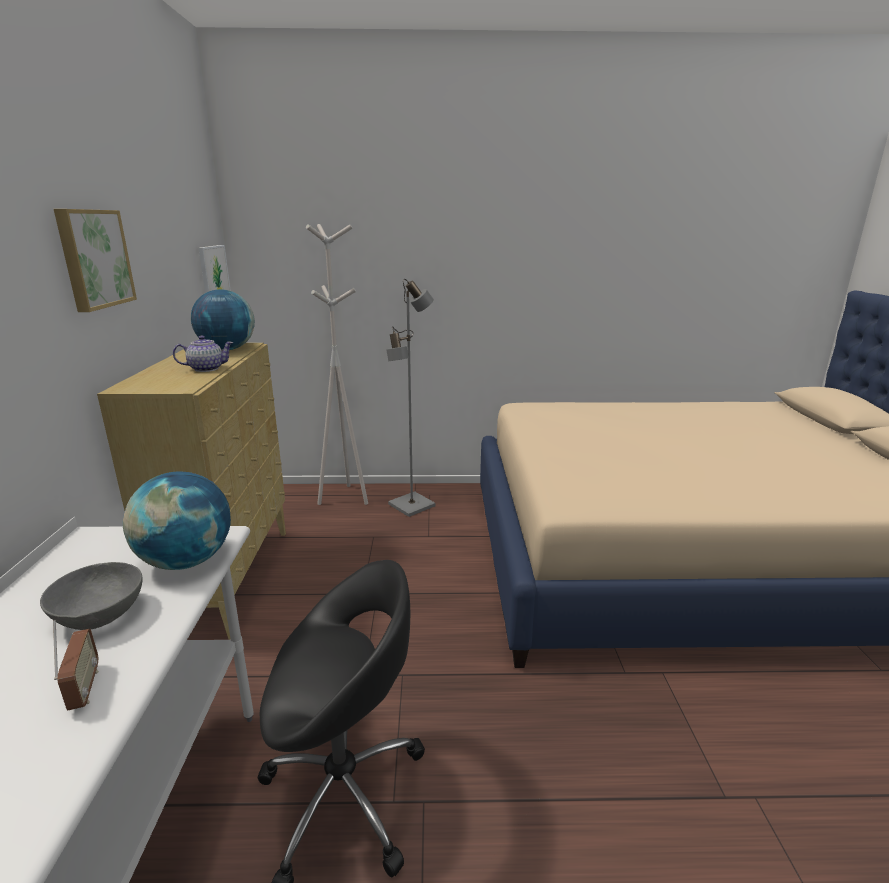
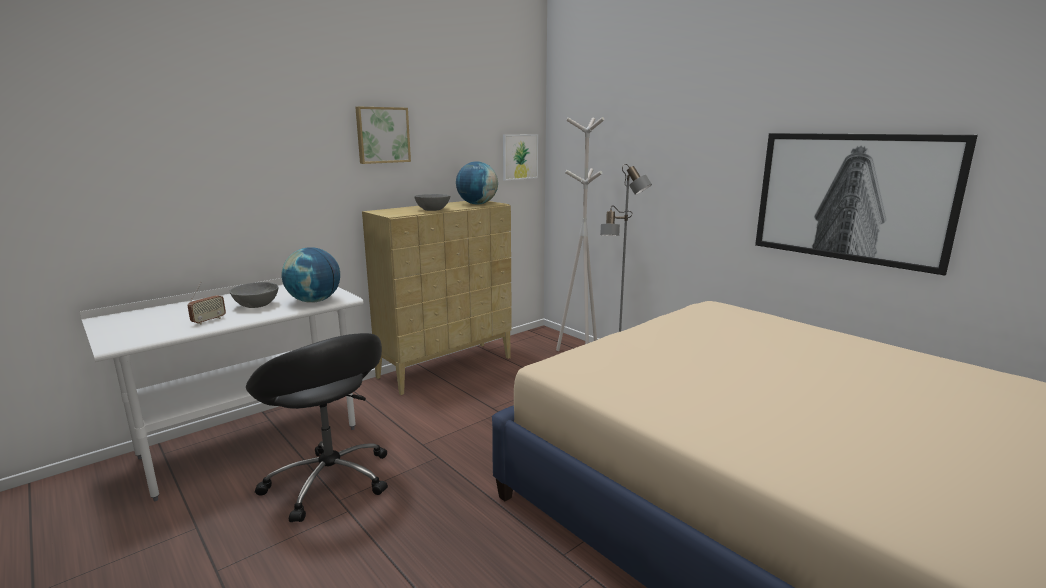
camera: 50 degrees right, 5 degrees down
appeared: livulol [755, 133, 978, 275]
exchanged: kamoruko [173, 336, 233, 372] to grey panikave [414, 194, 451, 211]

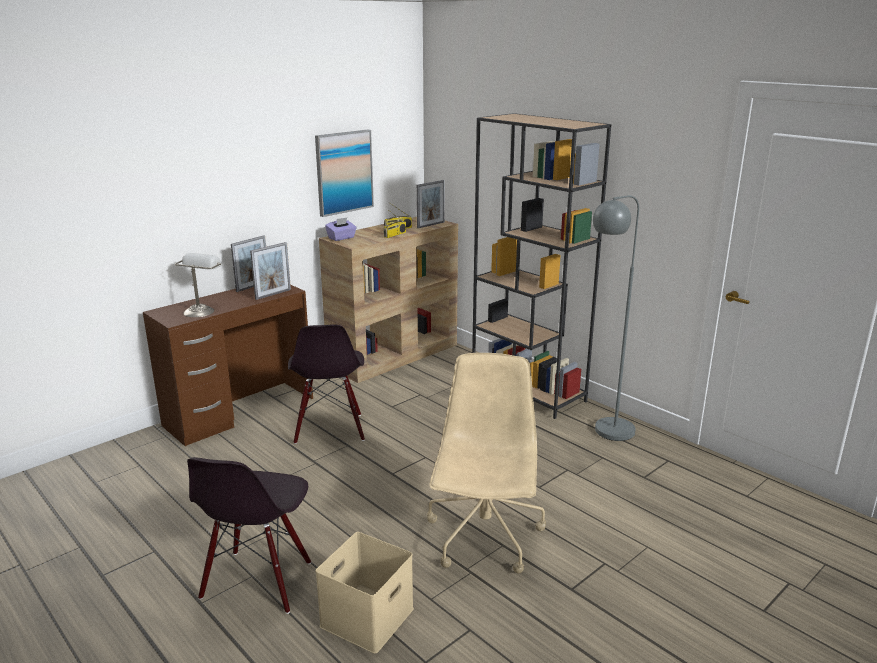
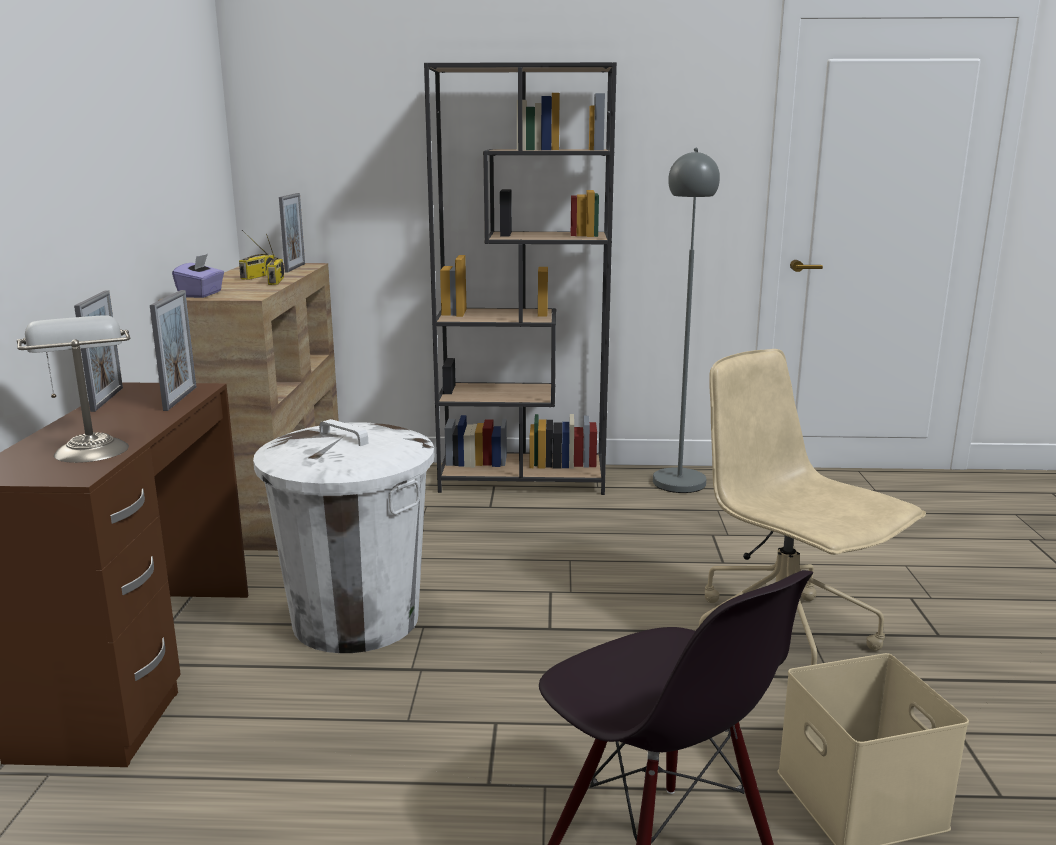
camera: 45 degrees left, 5 degrees down
missing: livulol [315, 130, 374, 217]
exchanged: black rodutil [288, 324, 365, 444] to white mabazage [253, 419, 434, 653]

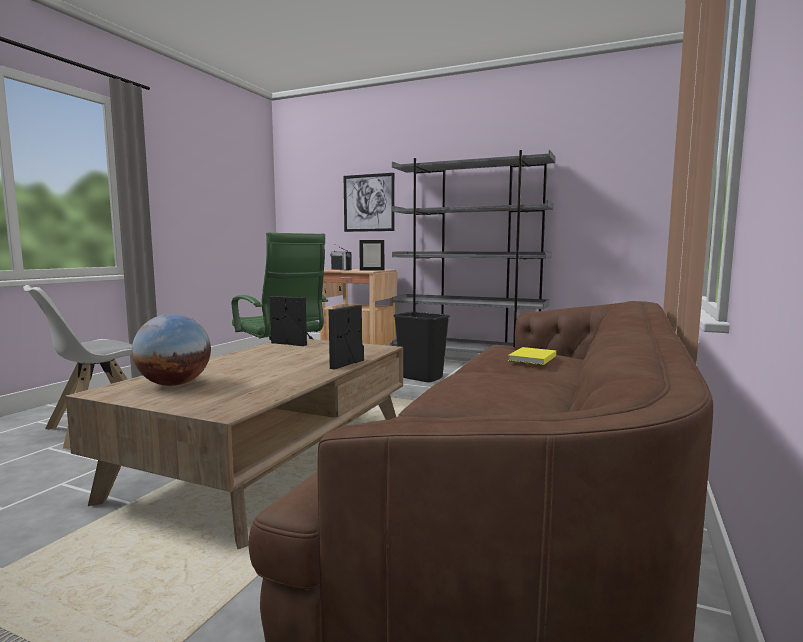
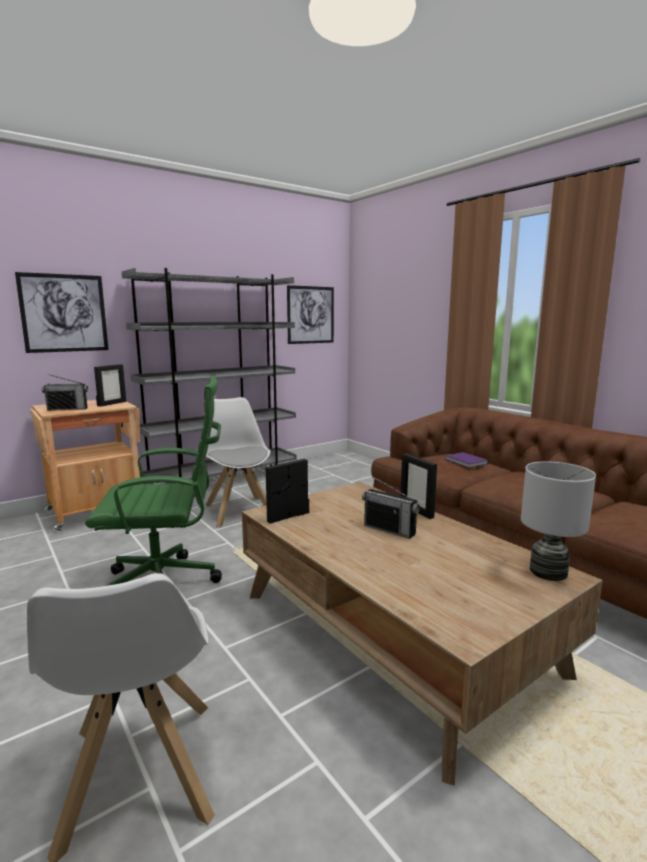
camera: 60 degrees left, 5 degrees up
missing: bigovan [132, 314, 211, 386]
appeared: livulol [287, 285, 334, 344]; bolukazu [362, 477, 420, 539]; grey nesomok [521, 461, 596, 581]
exchanged: black mabazage [394, 312, 450, 382] to rodutil [205, 397, 270, 527]
colour: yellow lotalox [508, 347, 556, 365] to purple lotalox [445, 452, 488, 468]

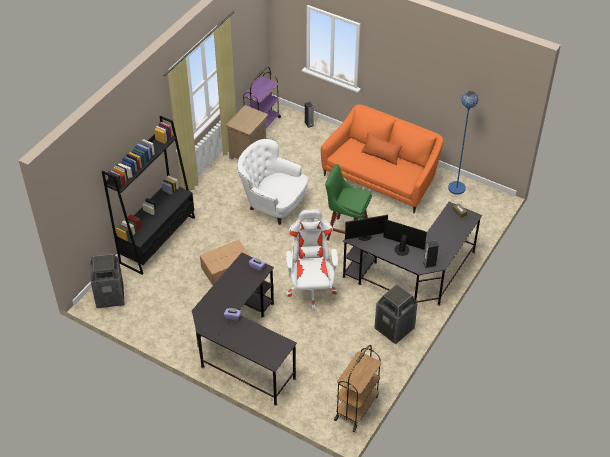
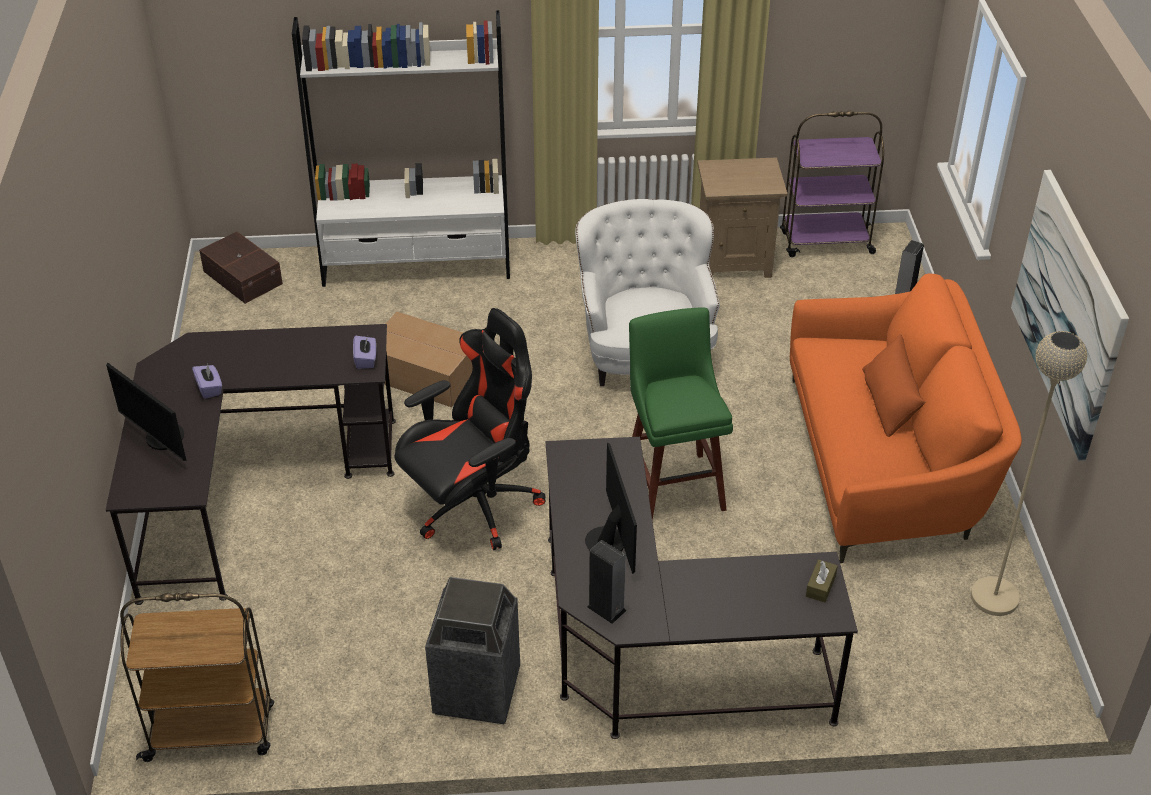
camera: 55 degrees right, 5 degrees down
appeared: livulol [1011, 170, 1129, 461]
relocated: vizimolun [345, 215, 388, 241] to [106, 362, 187, 461]
exchanged: mabazage [90, 254, 125, 308] to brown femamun [199, 232, 283, 304]
colour: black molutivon [102, 116, 195, 275] to white molutivon [292, 10, 510, 287]; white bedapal [286, 209, 338, 309] to black bedapal [394, 308, 546, 550]; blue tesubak [448, 91, 478, 195] to beige tesubak [971, 331, 1087, 616]

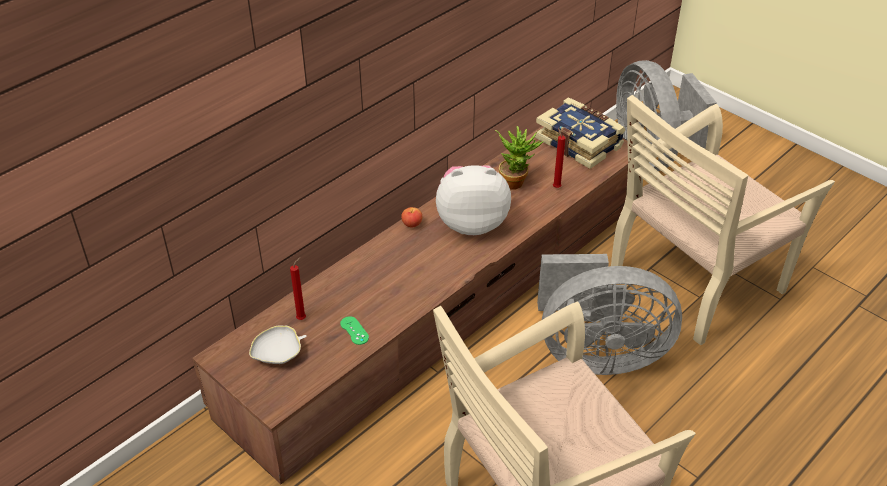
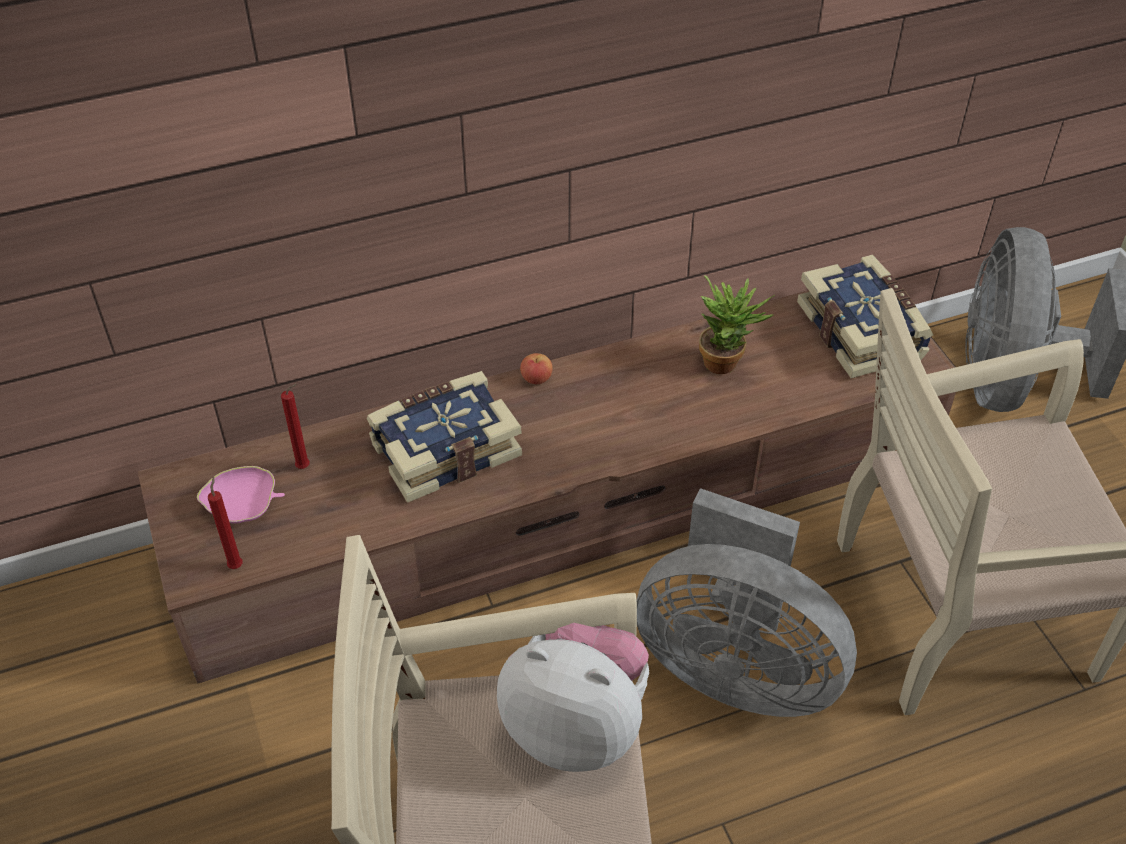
camera: 25 degrees right, 5 degrees up
missing: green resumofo [340, 316, 369, 345]
appeared: lotalox [367, 371, 522, 503]
relocated: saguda [436, 165, 511, 235] to [497, 623, 649, 772]; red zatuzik [553, 128, 565, 188] to [208, 477, 243, 569]
colour: white panikave [249, 326, 307, 364] to pink panikave [197, 466, 285, 524]

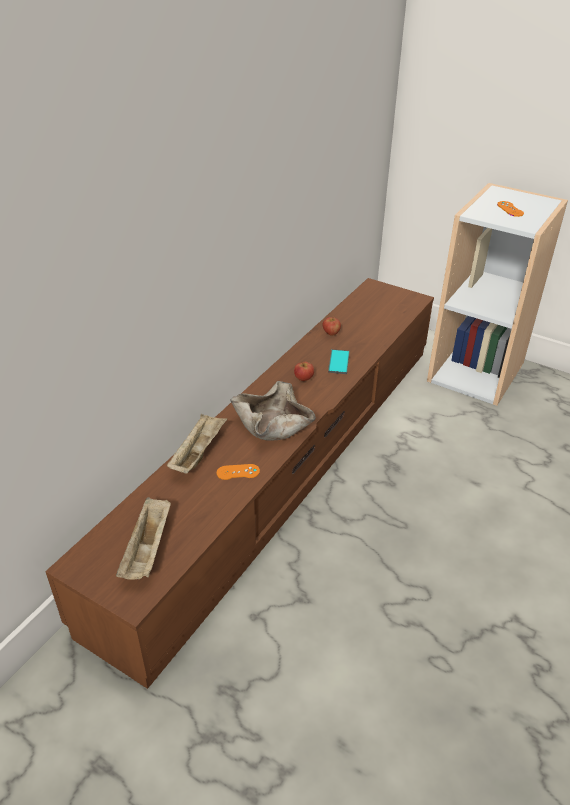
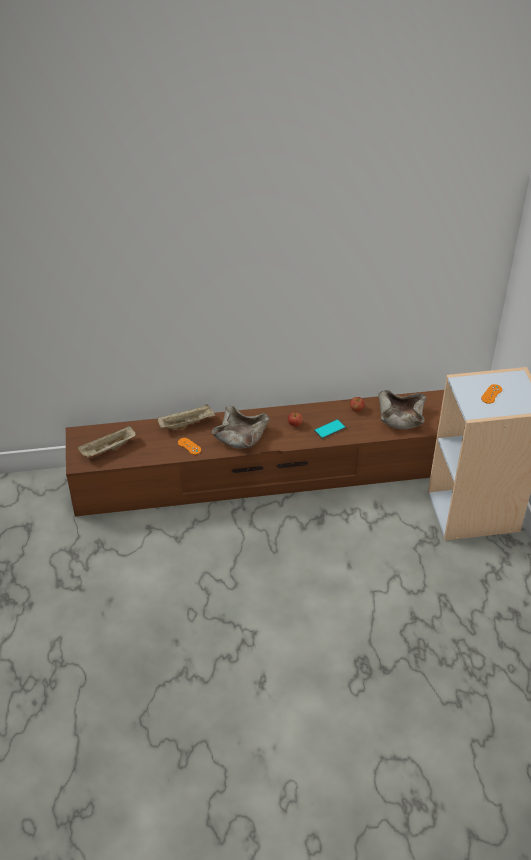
camera: 50 degrees right, 5 degrees up
appeared: beige panikave [379, 390, 426, 429]

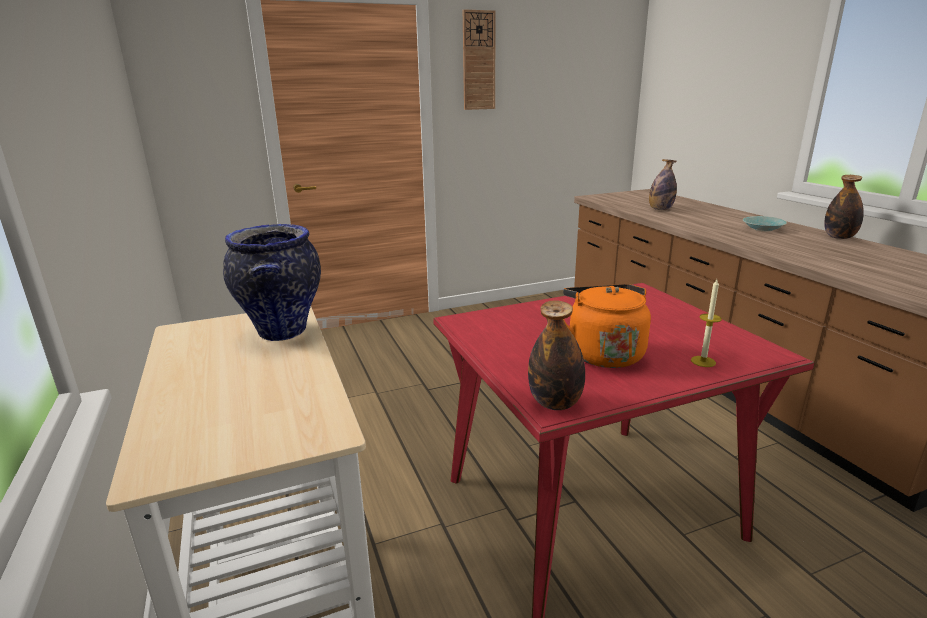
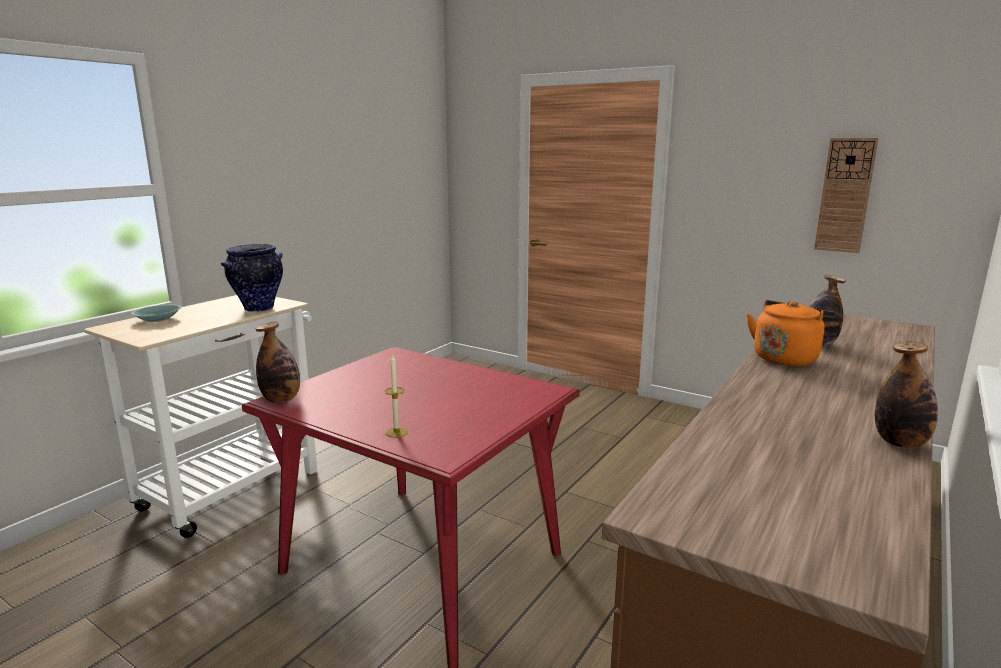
camera: 55 degrees right, 5 degrees down
relocated: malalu [463, 9, 496, 110] to [814, 138, 879, 253]; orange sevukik [563, 284, 651, 368] to [747, 300, 835, 366]; turquoise panikave [743, 216, 787, 232] to [131, 305, 182, 322]

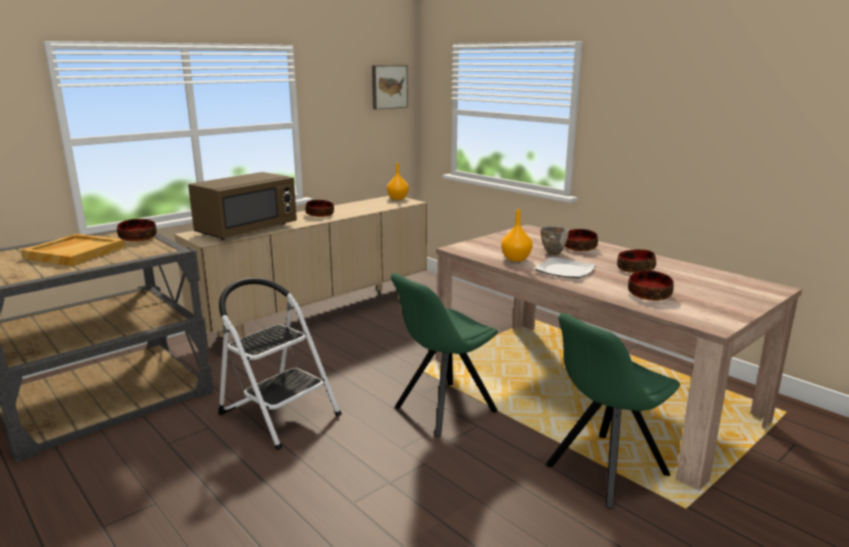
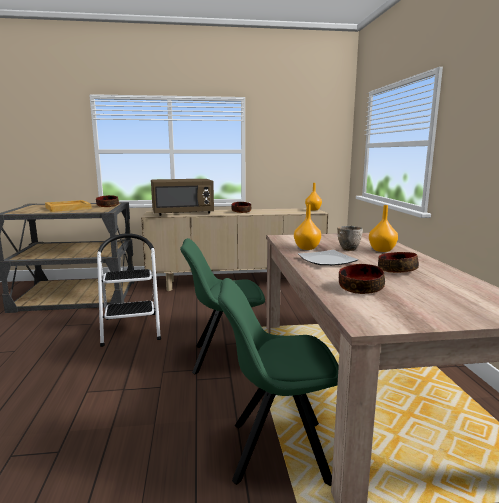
camera: 35 degrees right, 5 degrees down
missing: livulol [372, 65, 408, 110]
exchanged: panikave [565, 229, 598, 251] to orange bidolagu [369, 205, 398, 252]

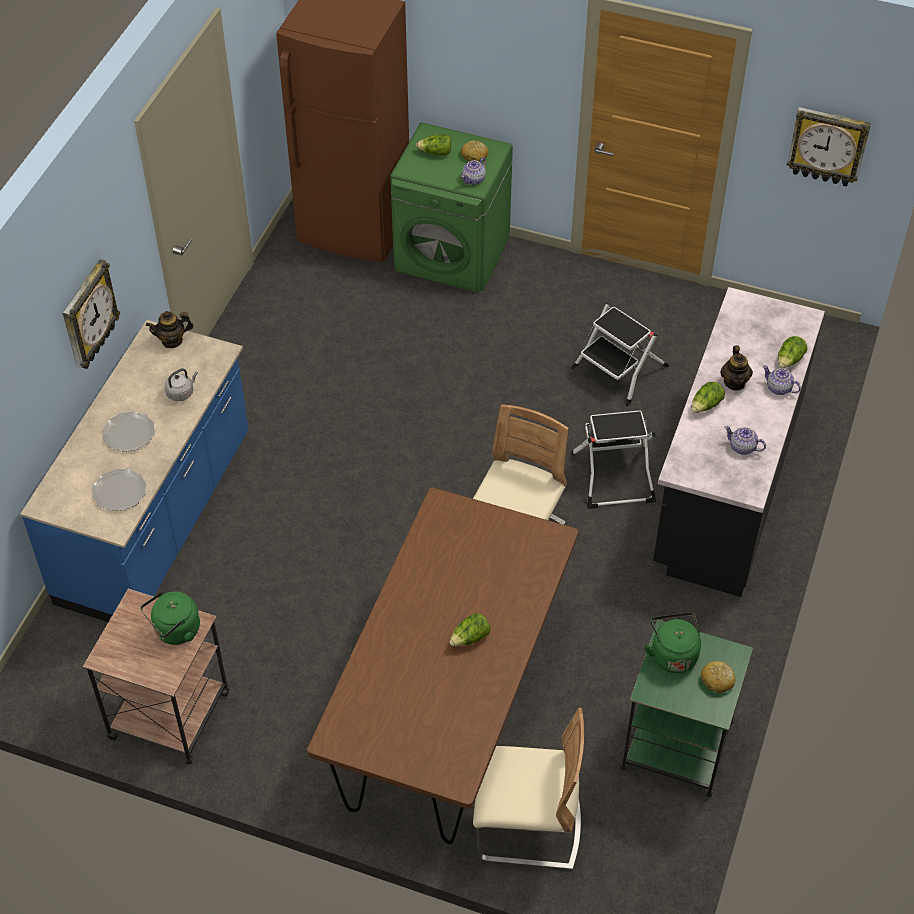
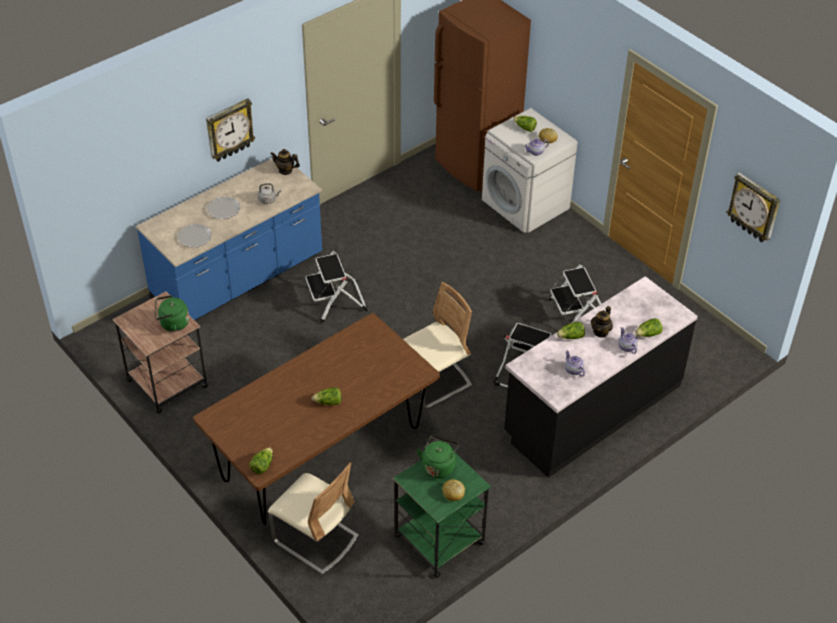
camera: 30 degrees right, 5 degrees down
appeared: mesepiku [249, 447, 273, 474]; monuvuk [305, 250, 368, 324]
colour: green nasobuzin [390, 123, 513, 292] to white nasobuzin [482, 108, 578, 233]

